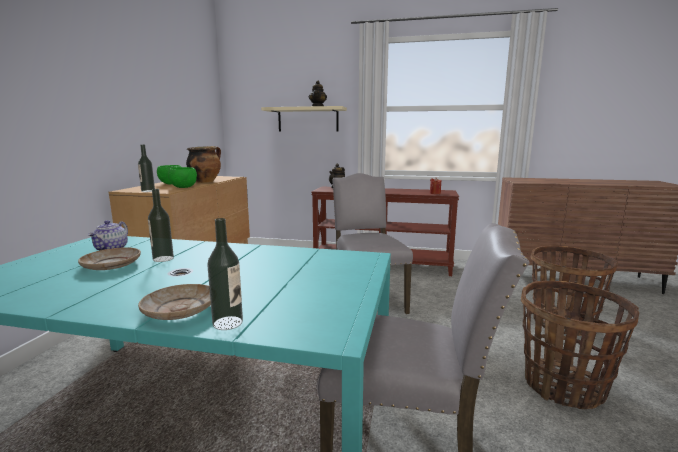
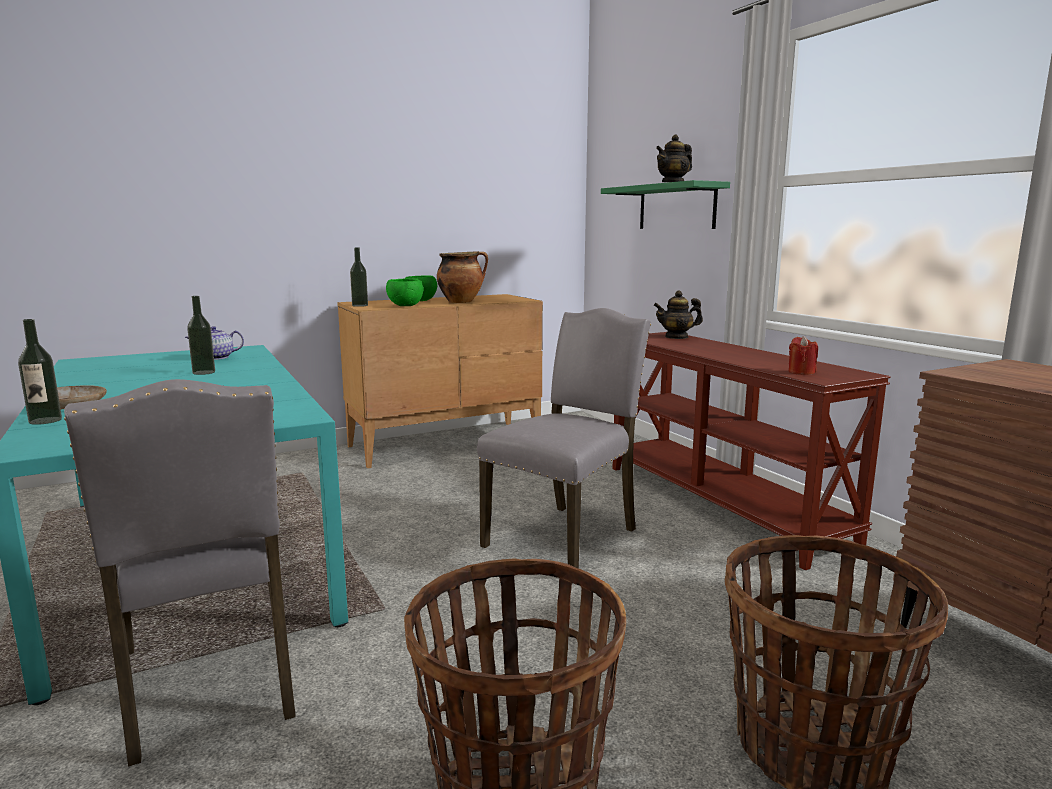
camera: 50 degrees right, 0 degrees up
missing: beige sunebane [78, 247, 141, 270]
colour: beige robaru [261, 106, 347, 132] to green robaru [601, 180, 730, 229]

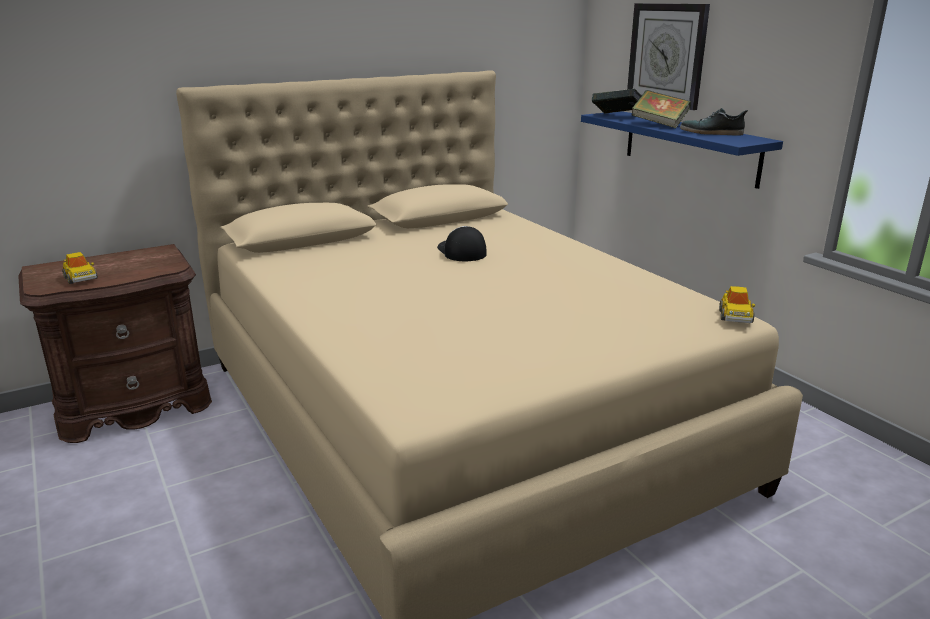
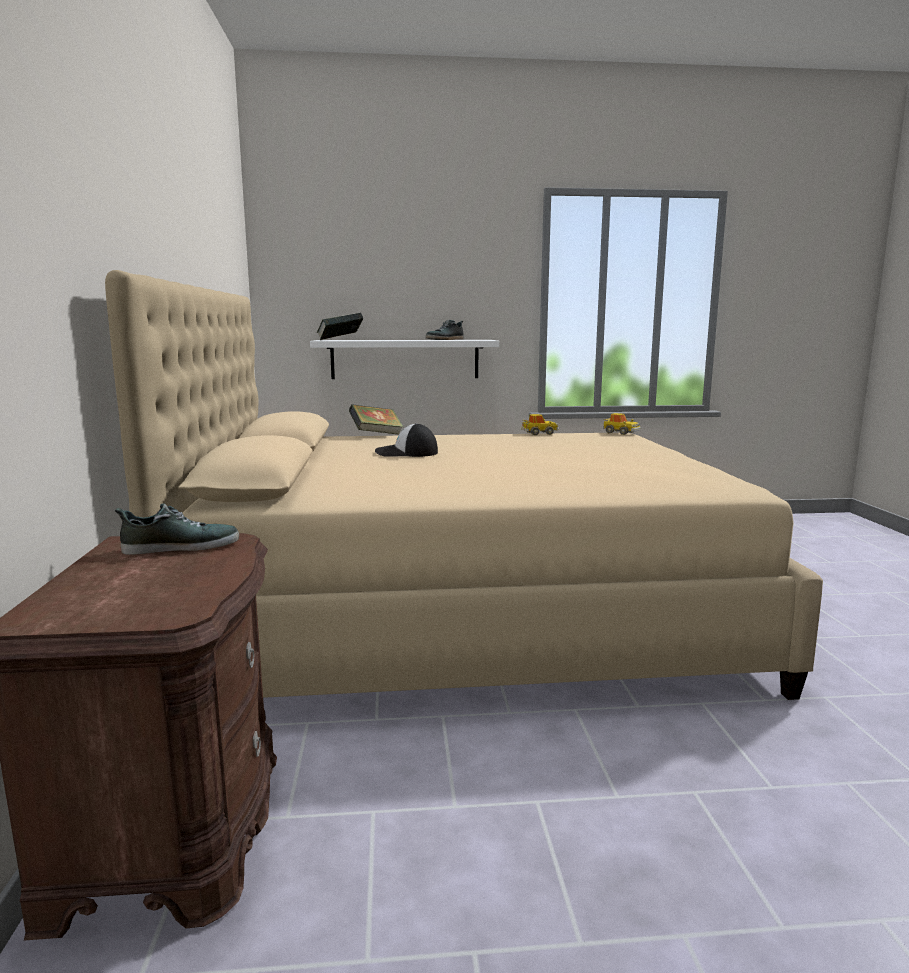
camera: 65 degrees left, 10 degrees down
missing: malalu [627, 3, 710, 110]
appeared: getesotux [115, 503, 239, 555]
relocated: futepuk [62, 252, 98, 284] to [521, 414, 559, 435]; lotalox [632, 90, 691, 128] to [349, 404, 403, 435]
colour: blue robaru [581, 111, 783, 189] to white robaru [310, 340, 499, 379]

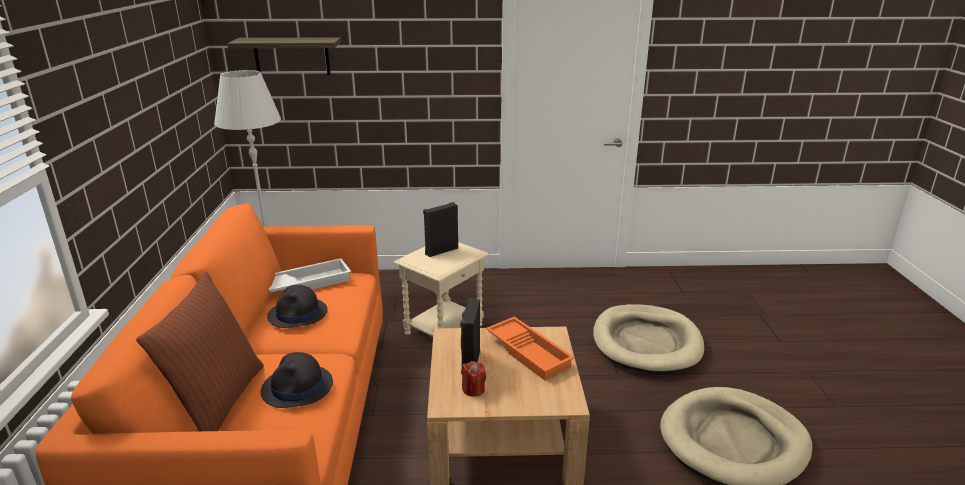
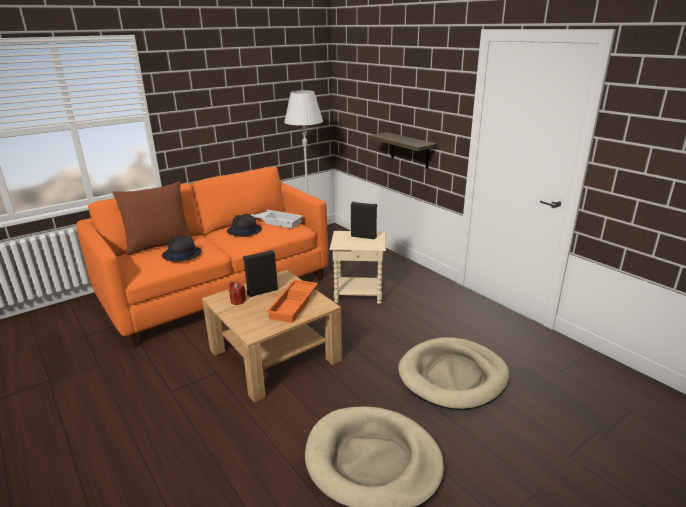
camera: 55 degrees right, 0 degrees up
relocated: robaru [227, 37, 341, 75] to [368, 132, 437, 169]

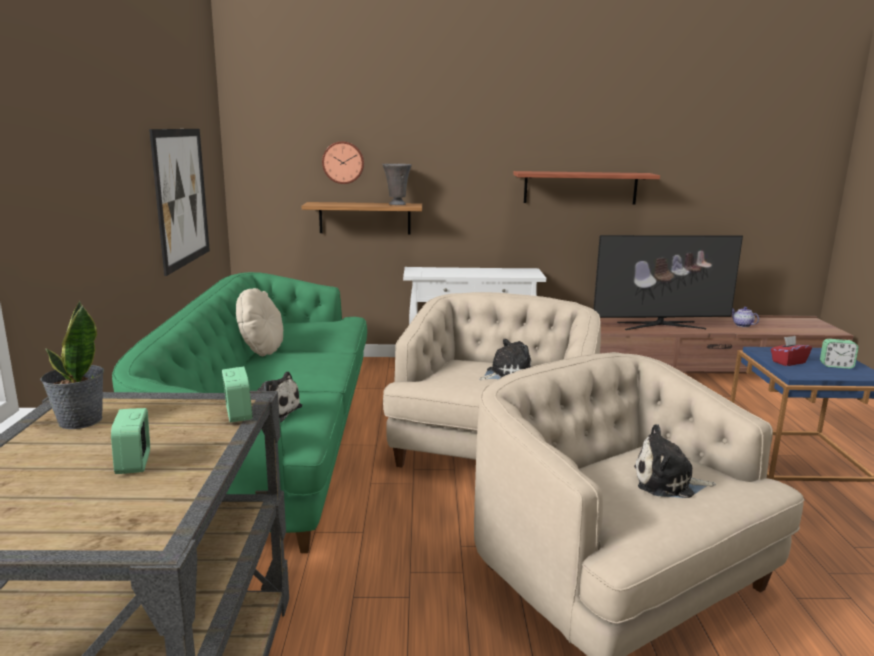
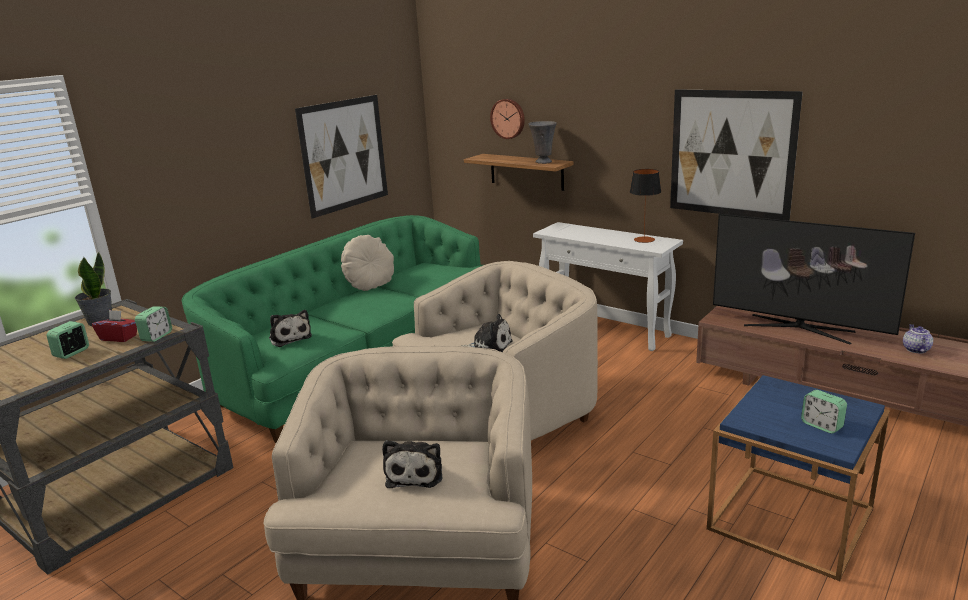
camera: 40 degrees right, 5 degrees up
appeared: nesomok [630, 169, 661, 243]
relocated: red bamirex [770, 336, 812, 366] to [92, 310, 137, 342]
exchanged: robaru [513, 171, 660, 205] to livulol [670, 89, 803, 221]
spun: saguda [634, 424, 716, 498] = [382, 440, 443, 488] 135 degrees counterclockwise

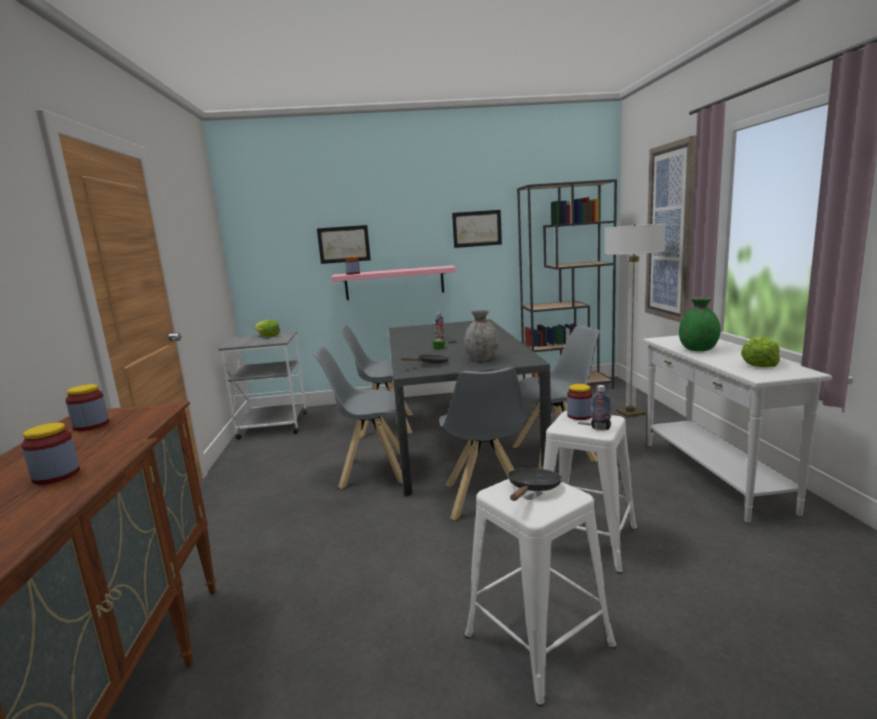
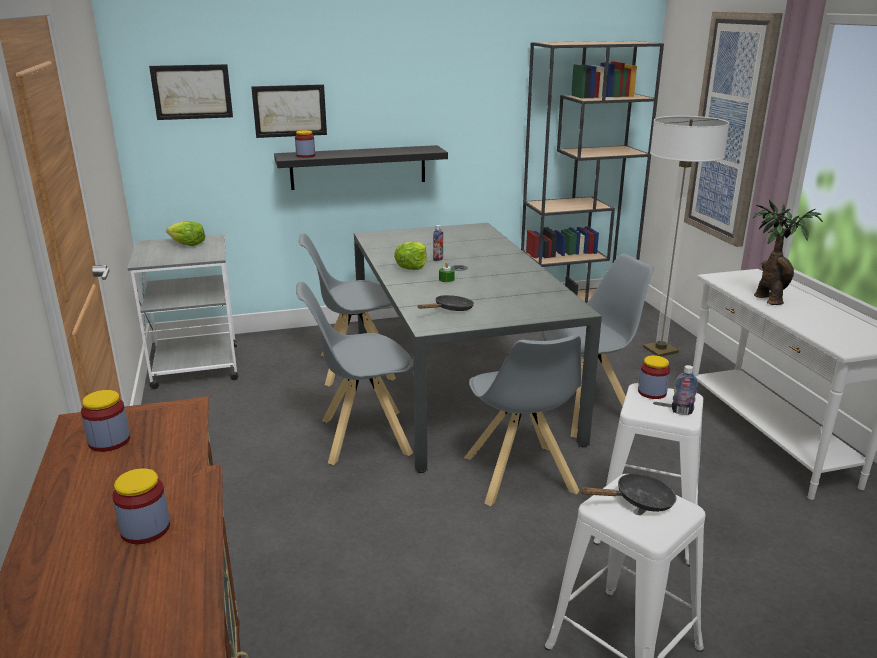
camera: 10 degrees left, 10 degrees up
missing: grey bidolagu [464, 310, 499, 361]
relocated: livulol [452, 210, 502, 248] to [149, 64, 233, 120]; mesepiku [741, 337, 780, 367] to [394, 242, 427, 270]
exchanged: green bidolagu [679, 297, 721, 351] to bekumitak [753, 199, 823, 305]
colour: pink robaru [331, 266, 456, 300] to black robaru [274, 145, 448, 190]
spun: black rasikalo [508, 468, 562, 501] = [579, 473, 676, 512] 60 degrees clockwise

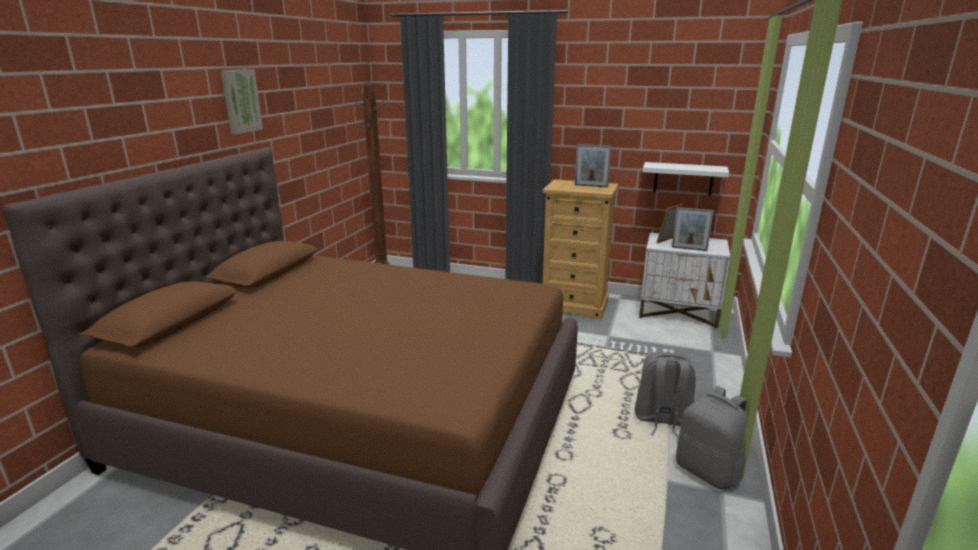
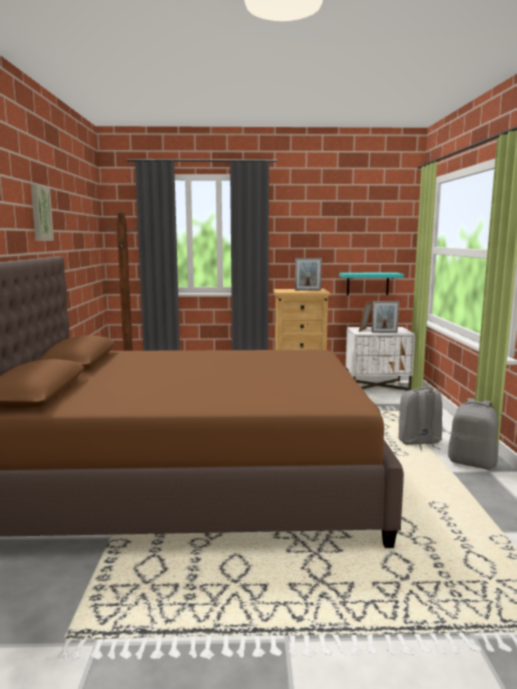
camera: 20 degrees left, 10 degrees down
colour: white robaru [642, 162, 729, 196] to turquoise robaru [339, 273, 404, 295]

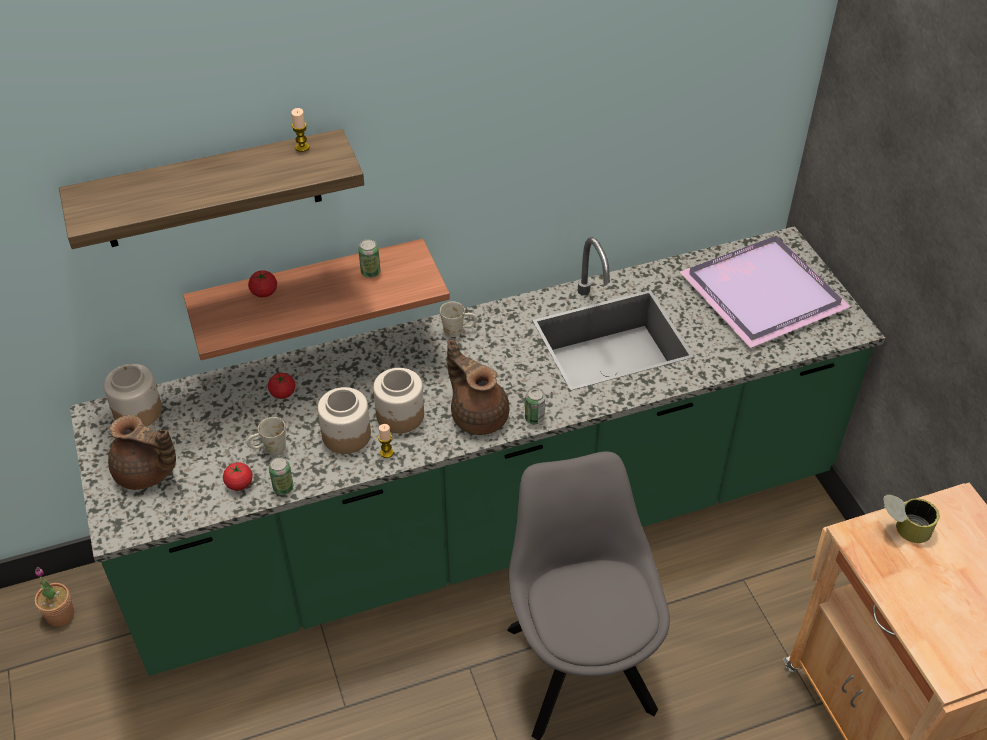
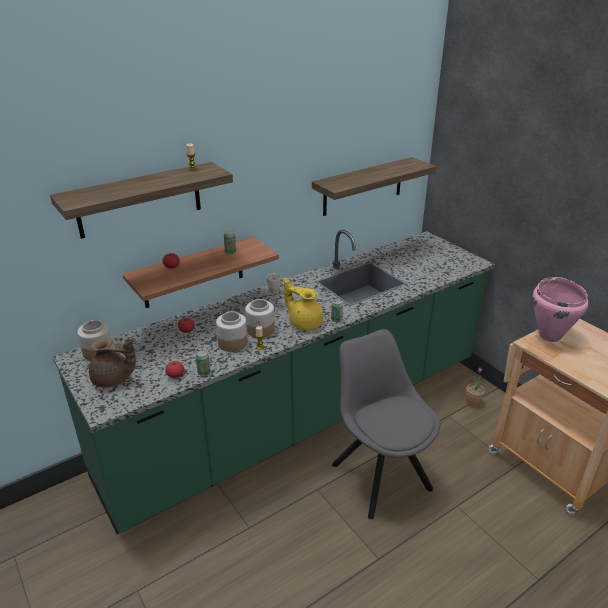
camera: 15 degrees left, 15 degrees down
missing: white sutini [246, 417, 286, 455]; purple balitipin [680, 236, 851, 348]
appeared: robaru [312, 157, 437, 216]
relocated: bekumitak [35, 567, 74, 626] to [466, 367, 485, 407]
exchanged: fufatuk [883, 495, 940, 543] to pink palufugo [533, 277, 588, 342]
colour: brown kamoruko [447, 339, 509, 435] to yellow kamoruko [284, 278, 324, 331]

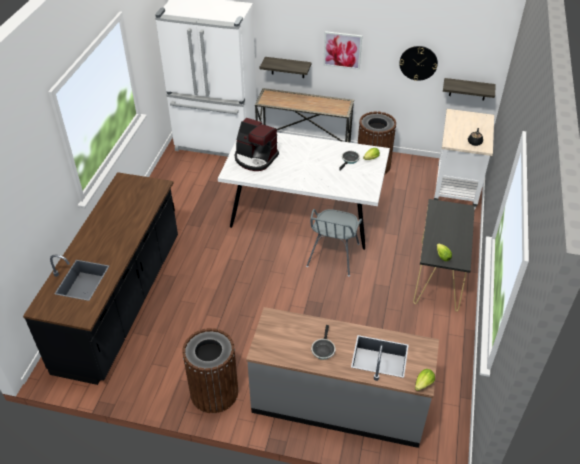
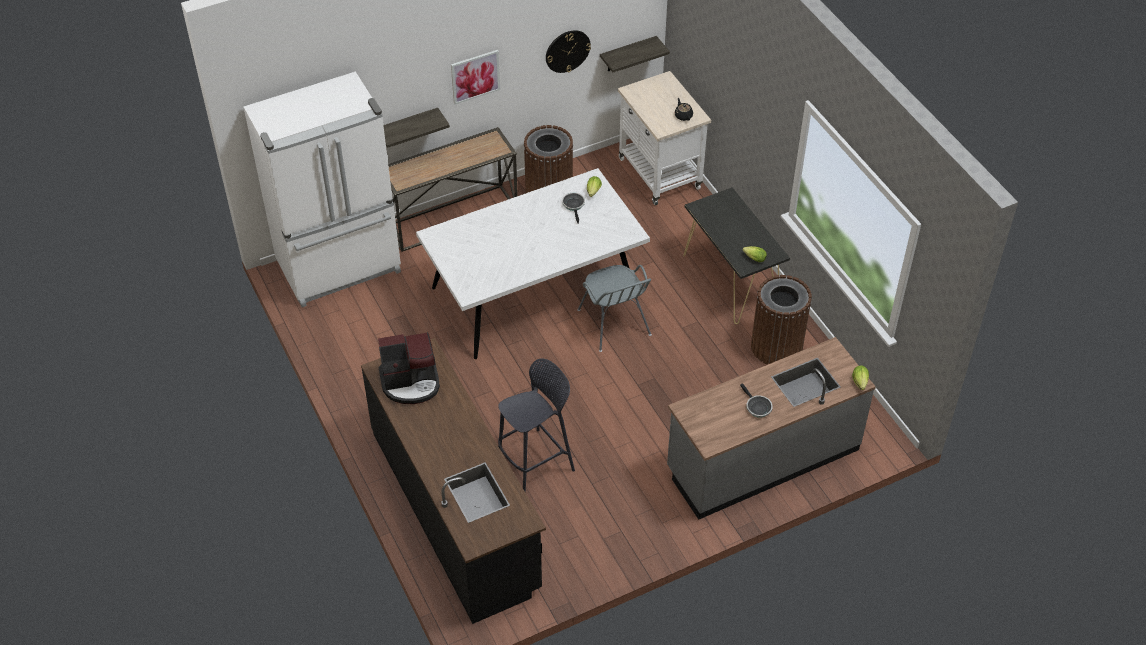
camera: 40 degrees left, 5 degrees up
appeared: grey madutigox [498, 358, 575, 492]
relocated: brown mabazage [182, 328, 238, 413] to [751, 275, 812, 365]; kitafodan [235, 118, 279, 171] to [378, 332, 440, 404]

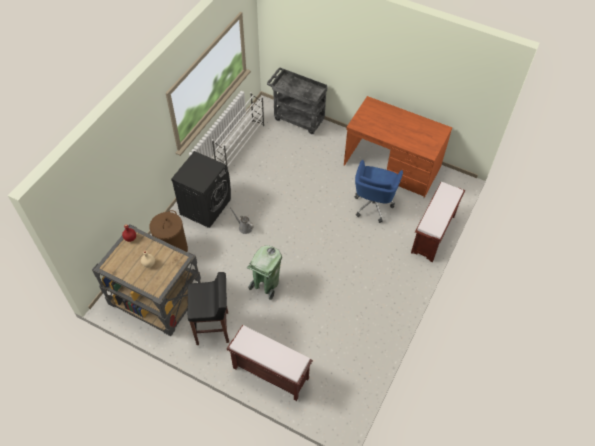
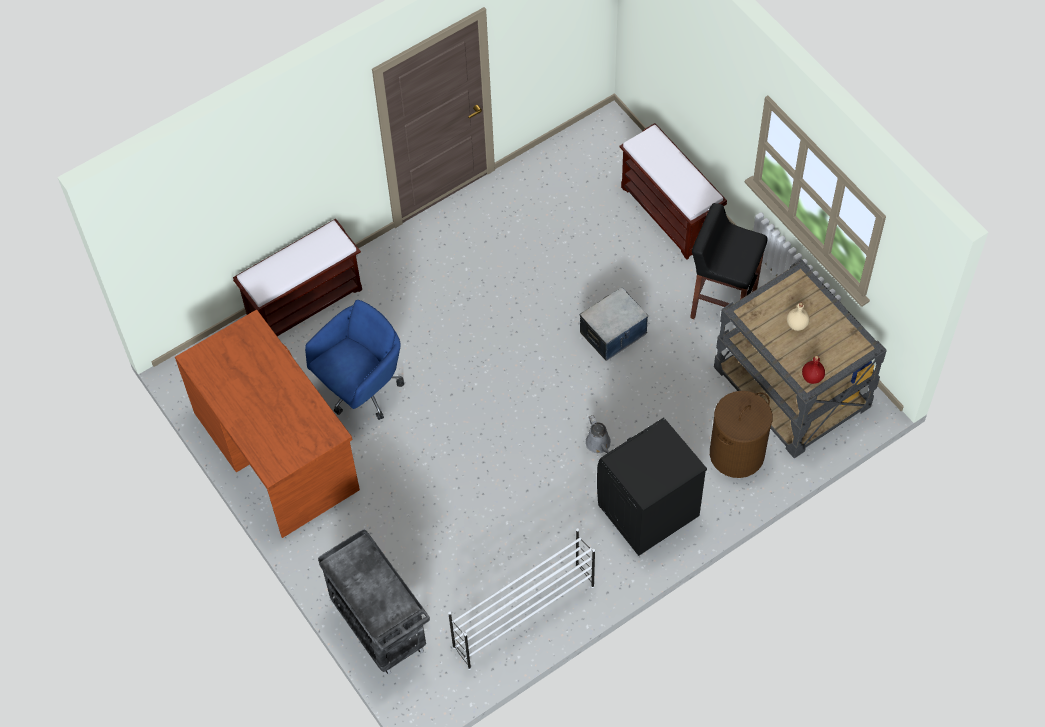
camera: 150 degrees left, 5 degrees up
exchanged: green mabazage [247, 245, 282, 300] to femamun [580, 287, 648, 361]

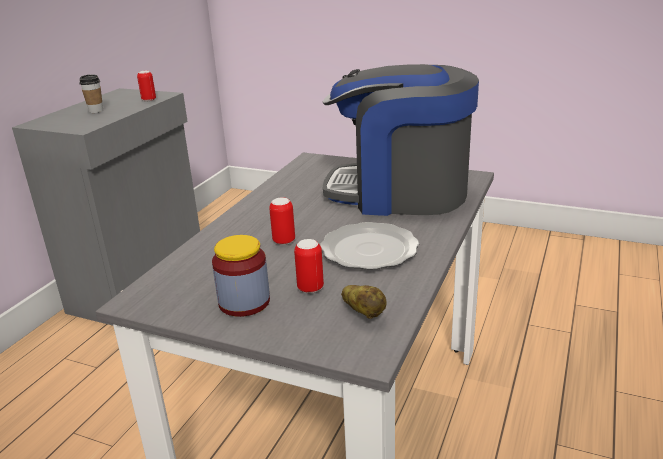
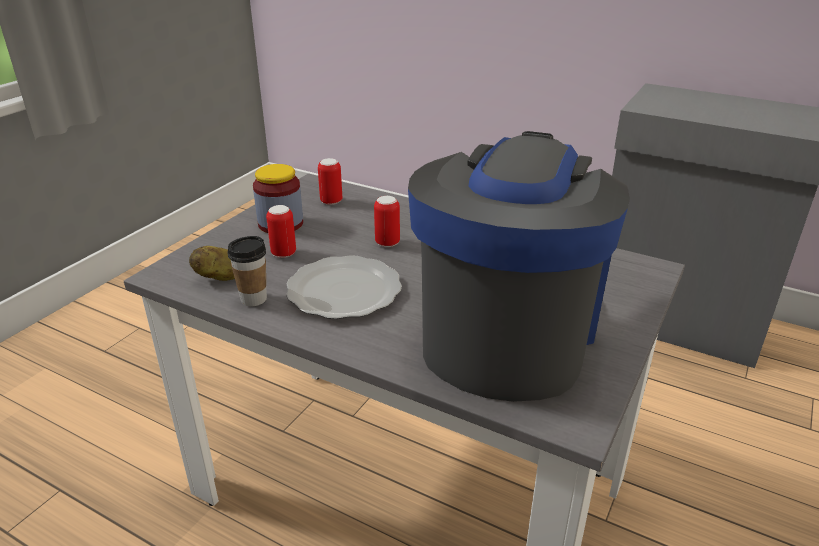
camera: 95 degrees right, 5 degrees up
relocated: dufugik [79, 74, 103, 113] to [227, 236, 267, 306]; fufatuk [137, 71, 156, 102] to [318, 158, 342, 205]

